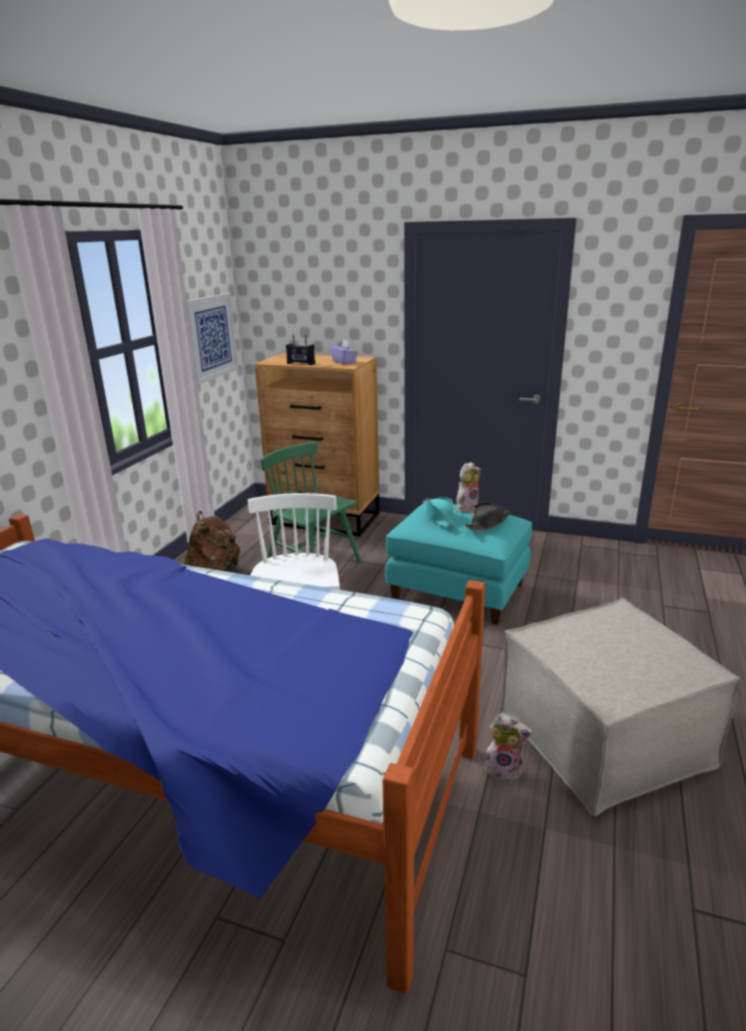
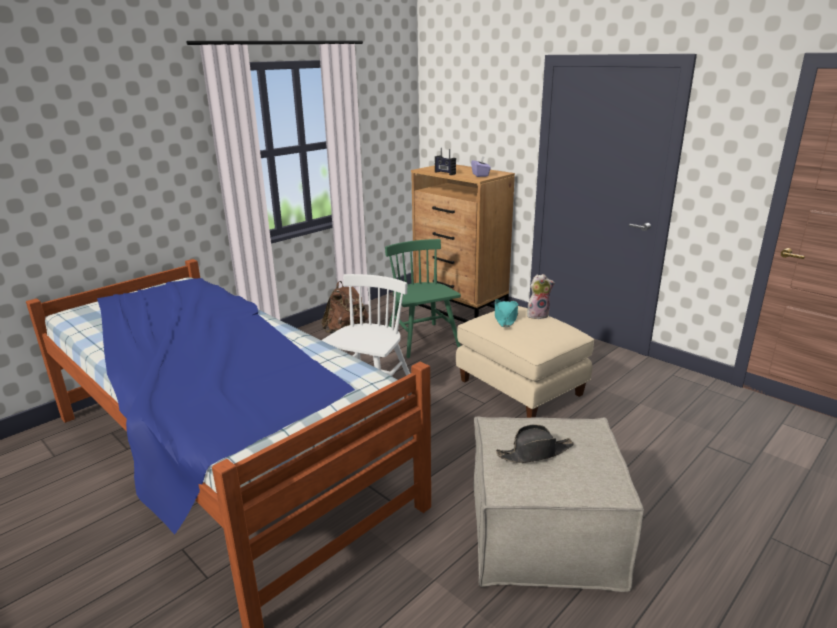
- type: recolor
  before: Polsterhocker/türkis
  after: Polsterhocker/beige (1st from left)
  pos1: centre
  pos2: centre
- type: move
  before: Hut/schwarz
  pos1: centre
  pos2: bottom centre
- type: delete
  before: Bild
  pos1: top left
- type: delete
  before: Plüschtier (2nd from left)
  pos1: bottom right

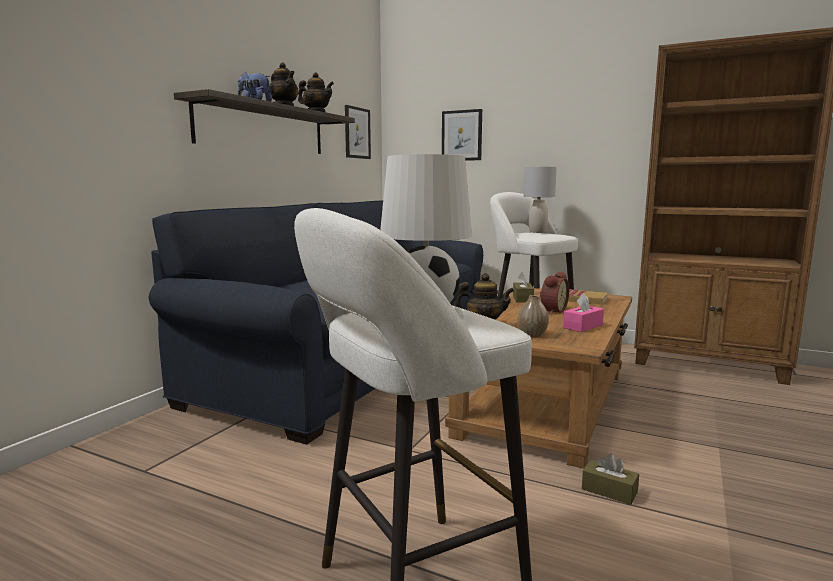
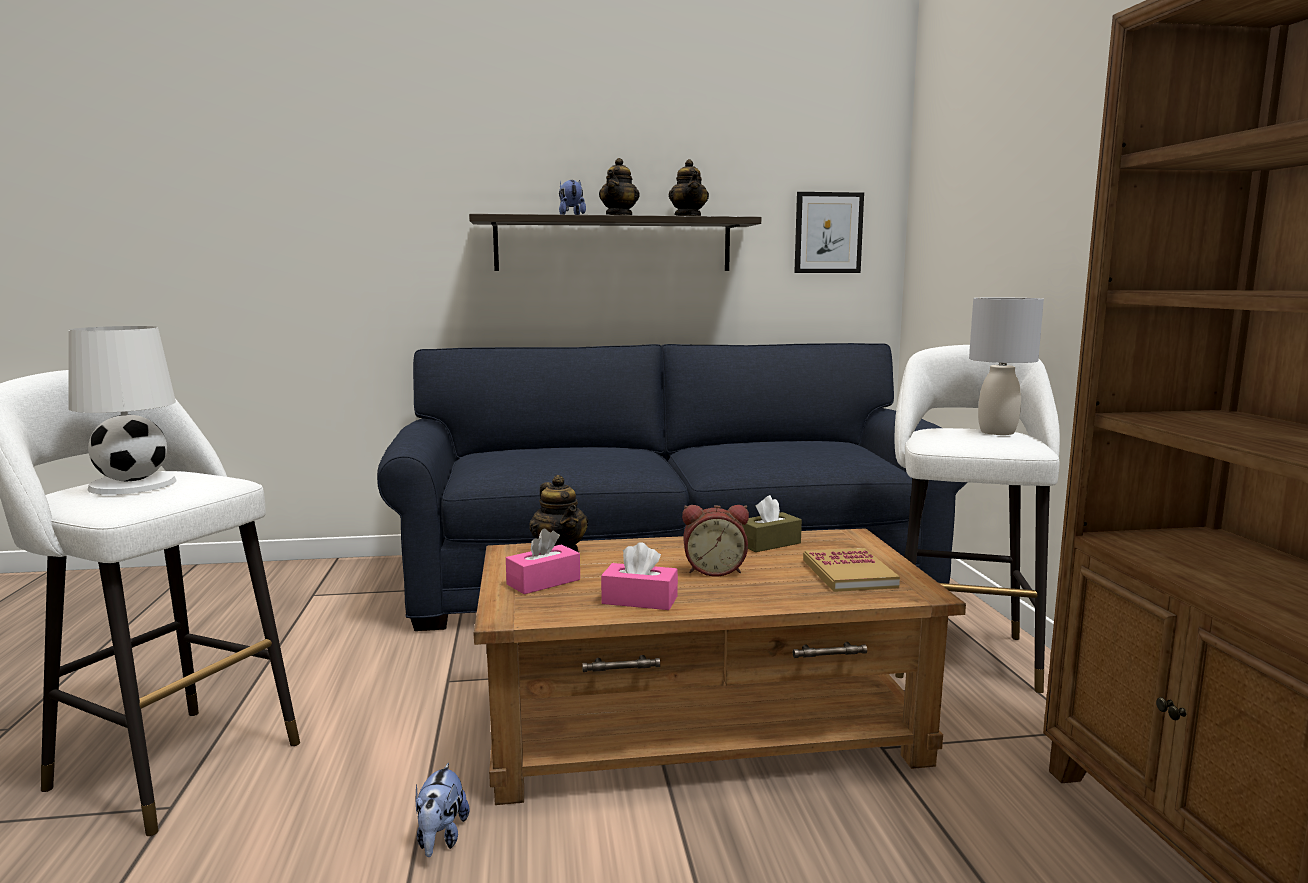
- type: replace
  before: Taschentuchbox/braun (2nd from left)
  after: Plüschtier (1st from left)
  pos1: bottom right
  pos2: bottom centre
- type: replace
  before: Vase
  after: Taschentuchbox/rosa (1st from left)
  pos1: centre
  pos2: centre
- type: delete
  before: Bild (2nd from left)
  pos1: top centre

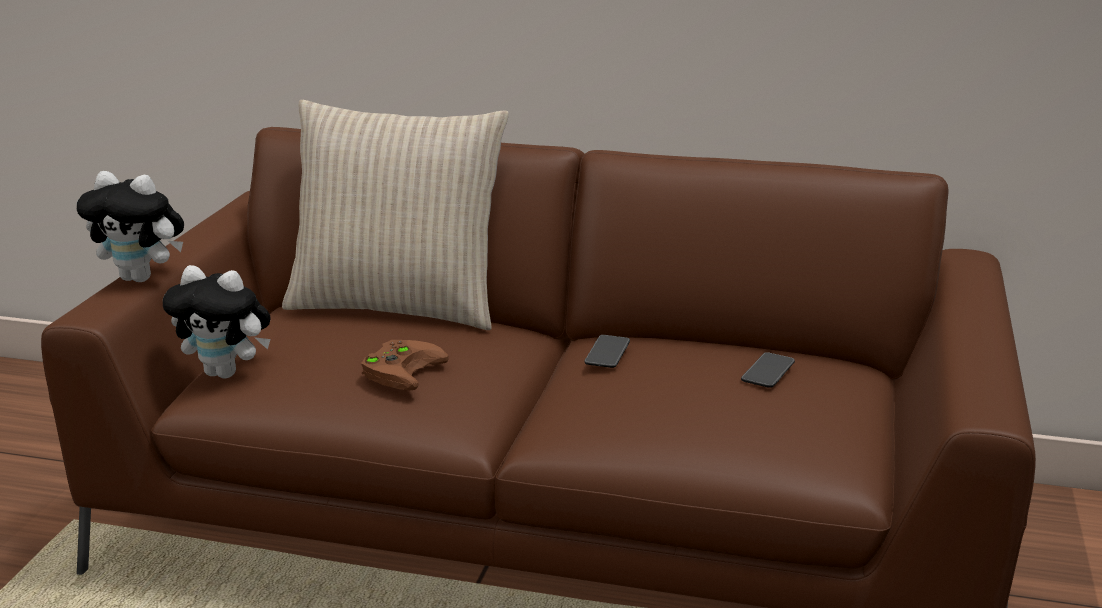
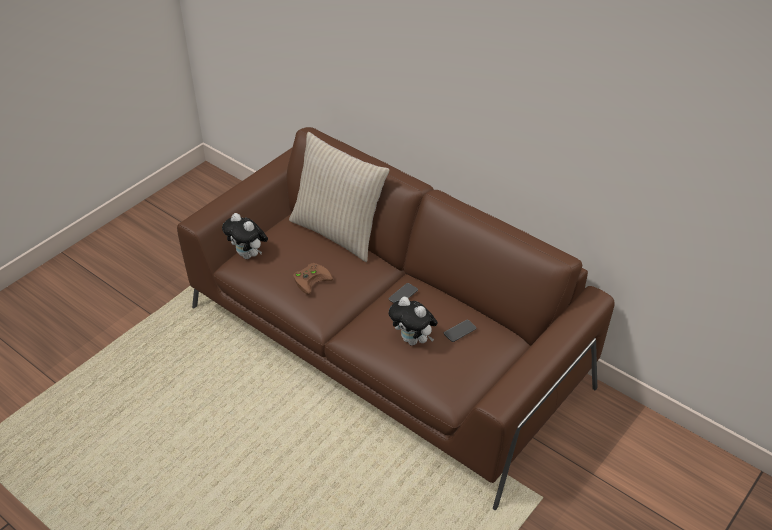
- type: move
  before: Plüschtier (1st from left in the first image)
  after: Plüschtier (2nd from left)
  pos1: middle left
  pos2: centre

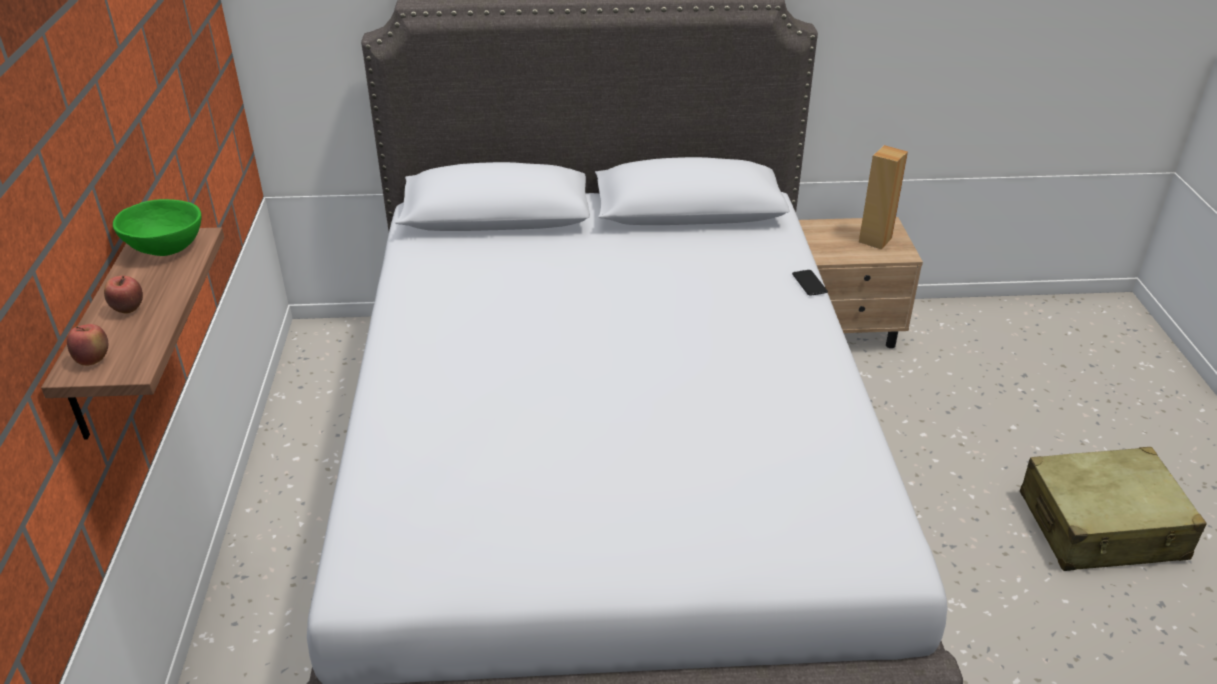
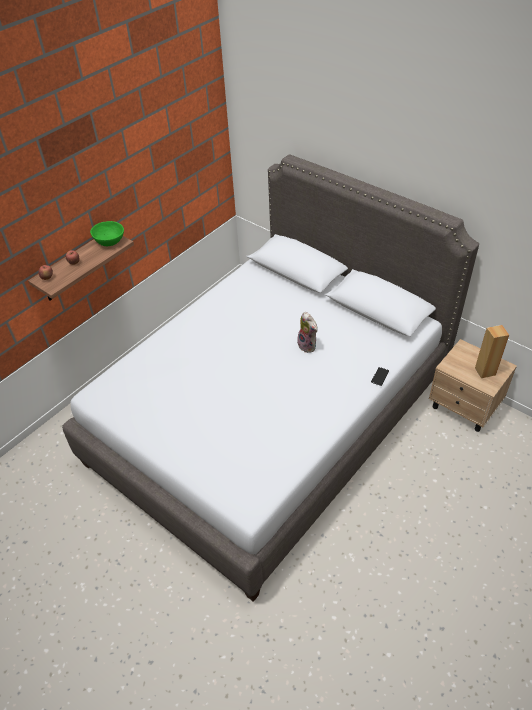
- type: insert
  after: Plüschtier
  pos2: centre
- type: delete
  before: Koffer/beige
  pos1: bottom right

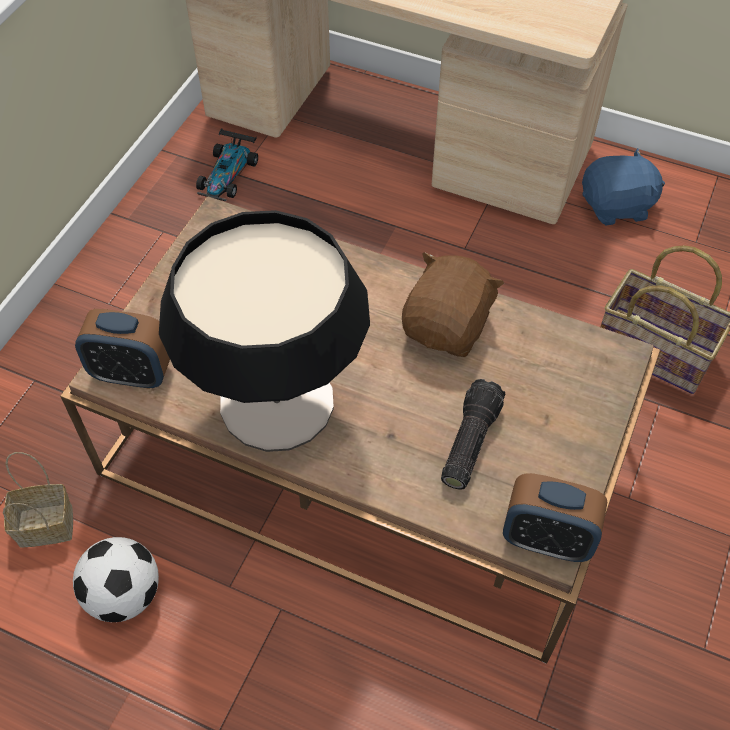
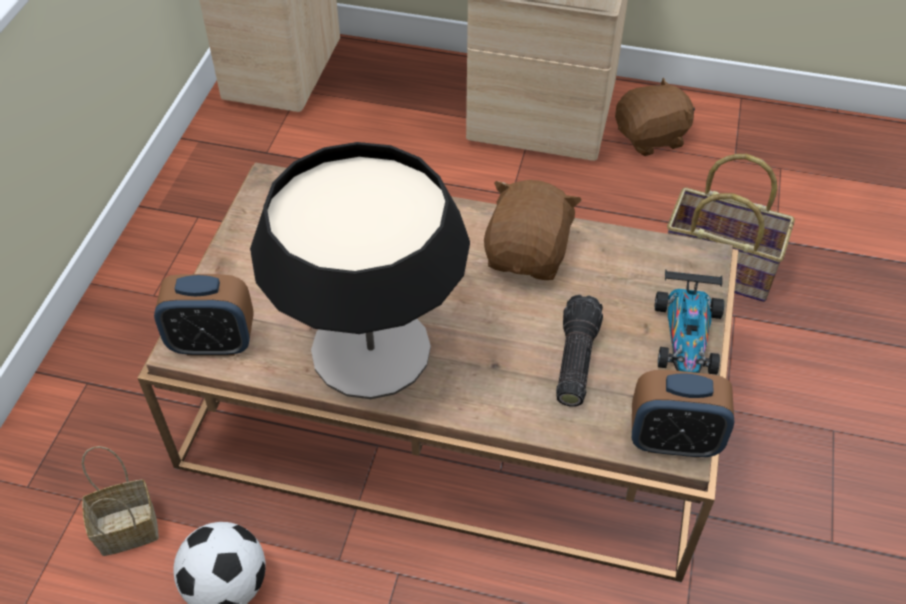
- type: recolor
  before: Plüschtier/blau
  after: Plüschtier/braun (2nd from left)
  pos1: top right
  pos2: top right
- type: move
  before: Spielzeugauto
  pos1: top left
  pos2: middle right

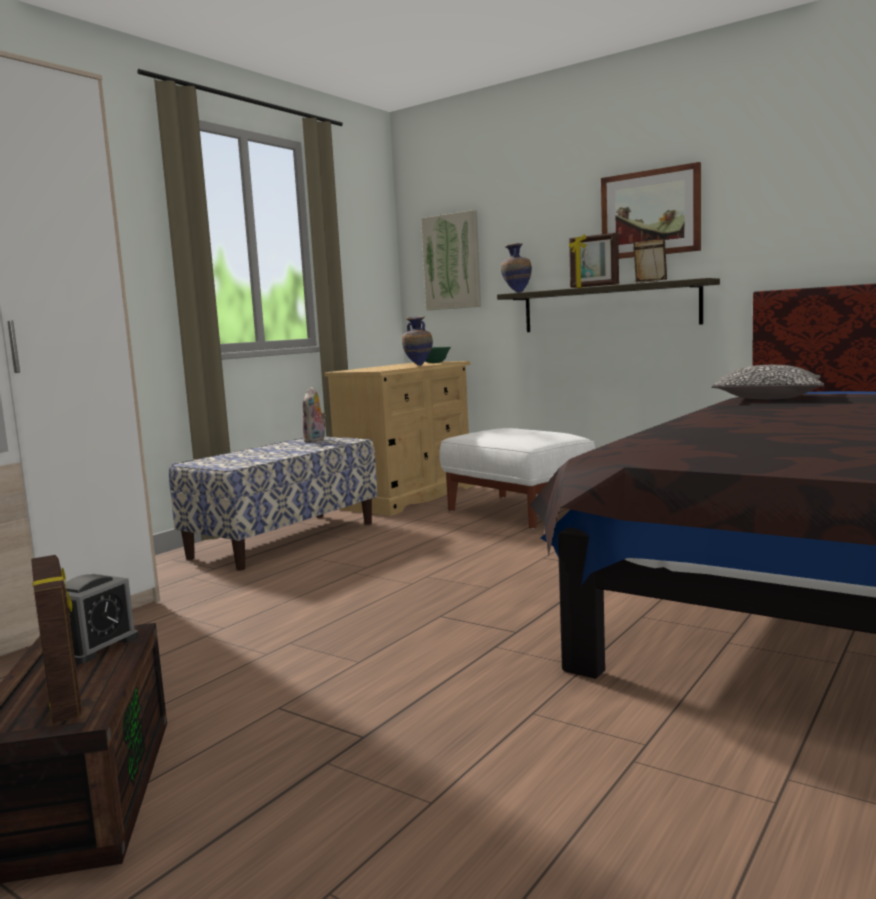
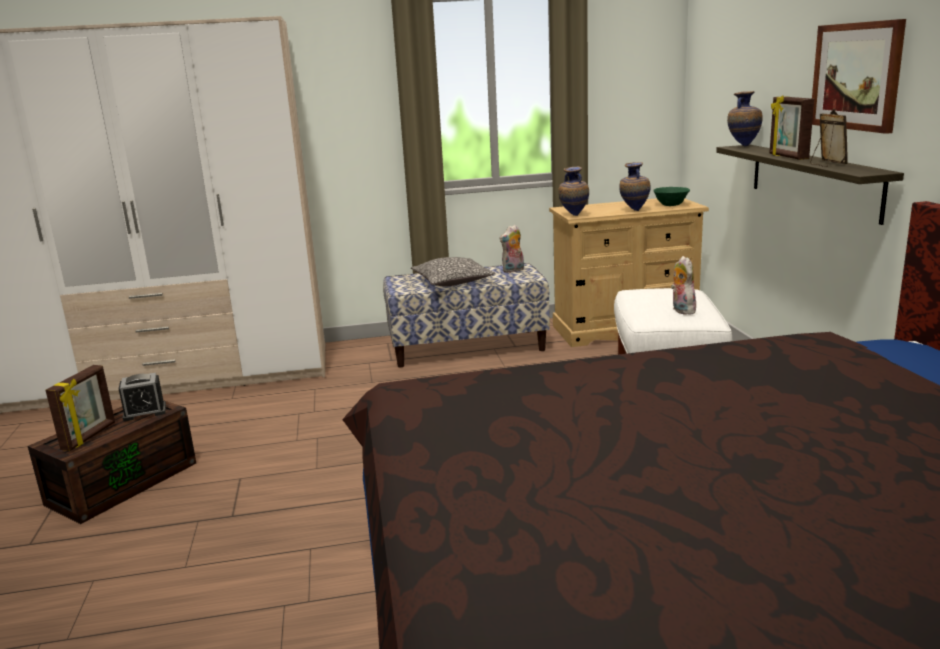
- type: move
  before: Kissen
  pos1: middle right
  pos2: centre
- type: insert
  after: Vase (1st from left)
  pos2: top centre
- type: insert
  after: Plüschtier (2nd from left)
  pos2: middle right
- type: delete
  before: Bild (1st from left)
  pos1: top centre

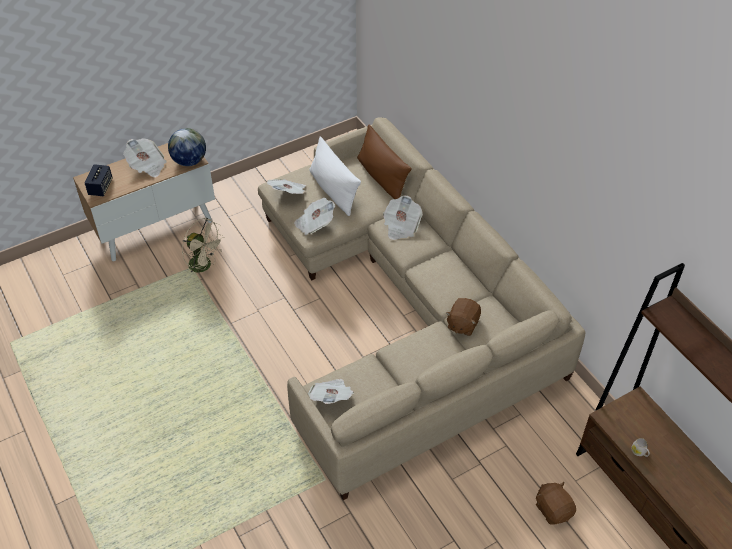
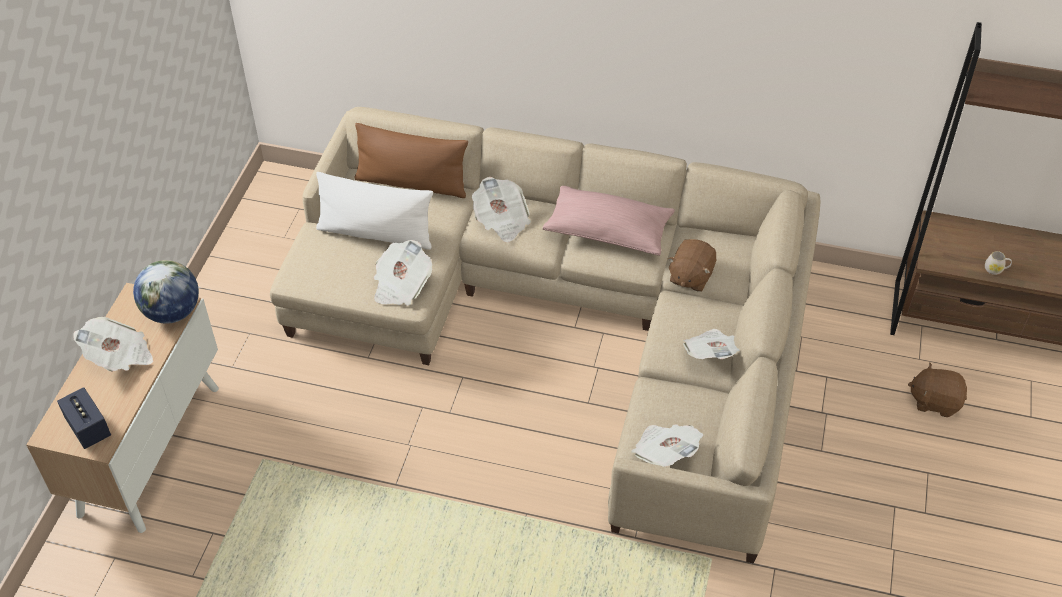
- type: insert
  after: Kissen/rosa
  pos2: centre
- type: rotate
  before: Plüschtier/braun (1st from left)
  pos1: centre
  pos2: centre
  turn: 45
- type: move
  before: Zeitung (2nd from left in the first image)
  after: Zeitung (5th from left)
  pos1: centre
  pos2: middle right
- type: delete
  before: Ventilator/beige
  pos1: middle left

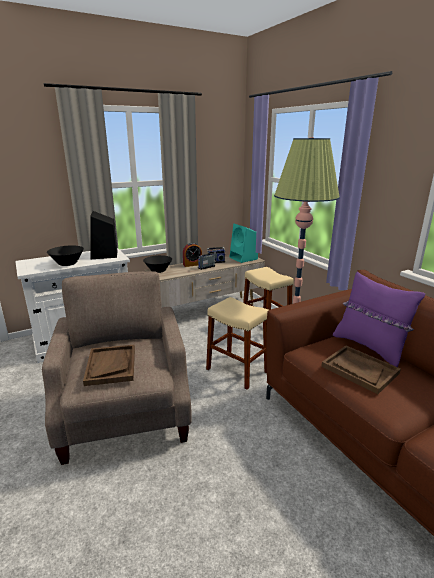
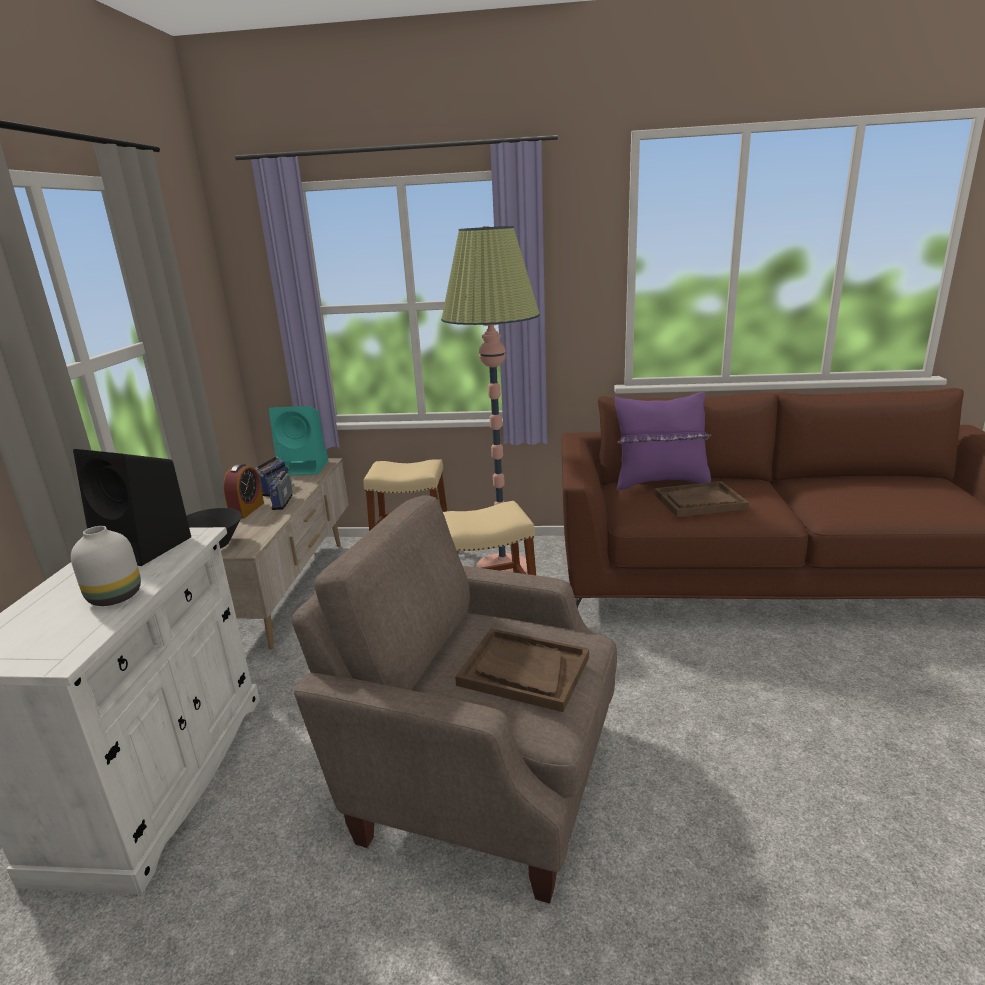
- type: replace
  before: Schüssel/schwarz (1st from left)
  after: Vase/weiß
  pos1: middle left
  pos2: middle left

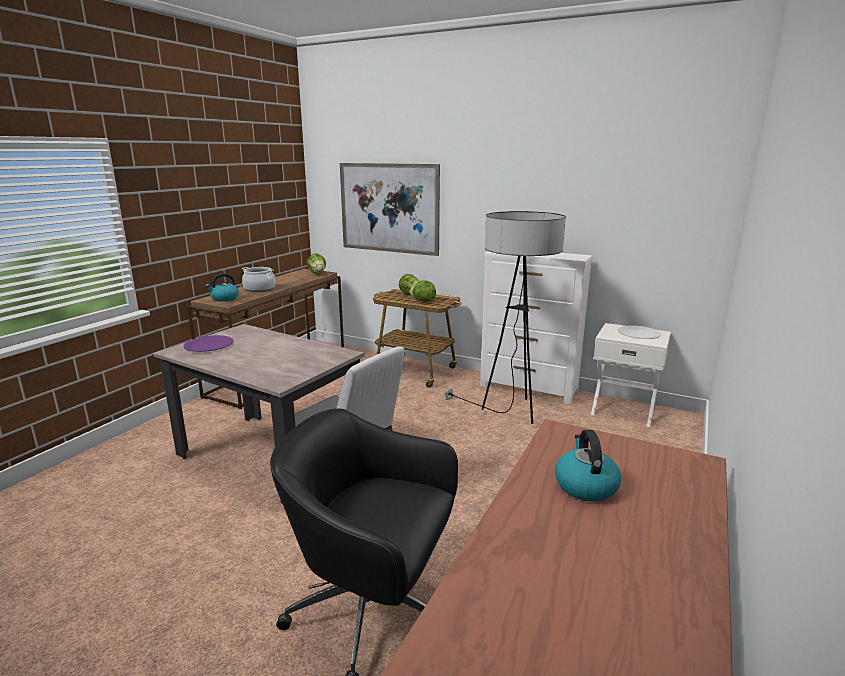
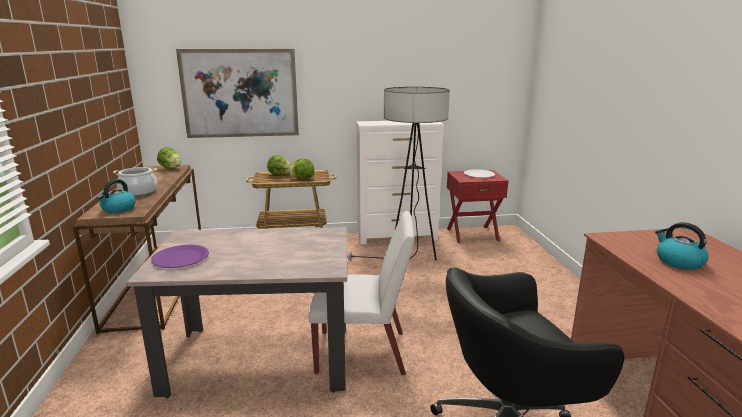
- type: recolor
  before: Nachttisch/weiß
  after: Nachttisch/rot
  pos1: middle right
  pos2: centre

